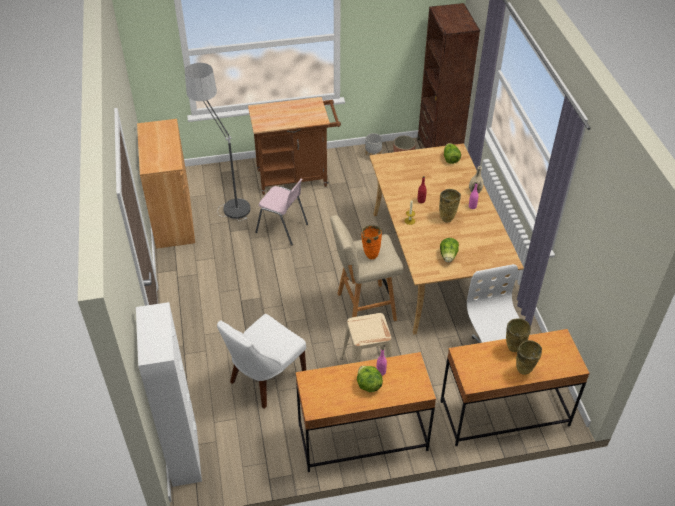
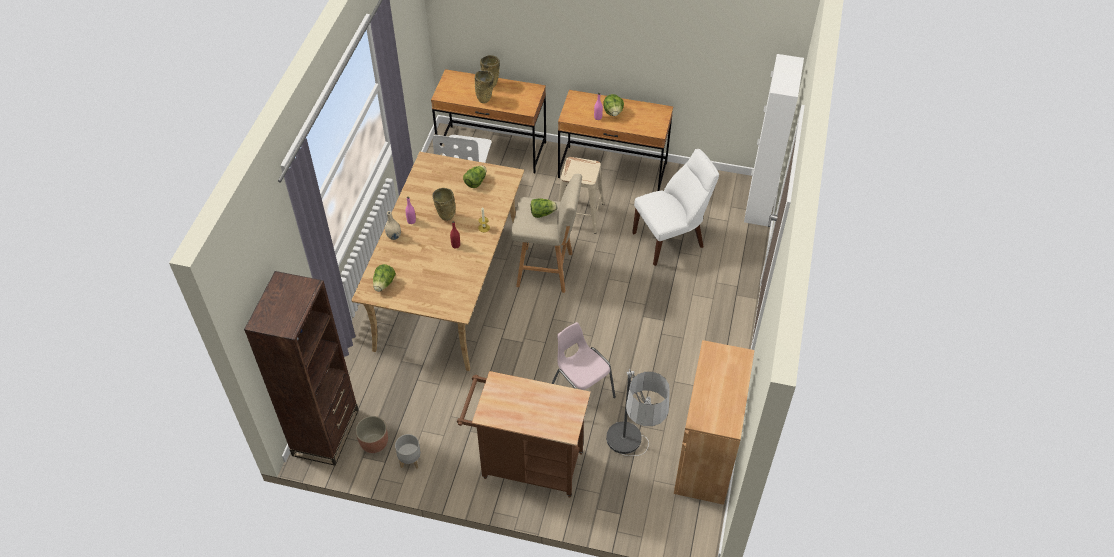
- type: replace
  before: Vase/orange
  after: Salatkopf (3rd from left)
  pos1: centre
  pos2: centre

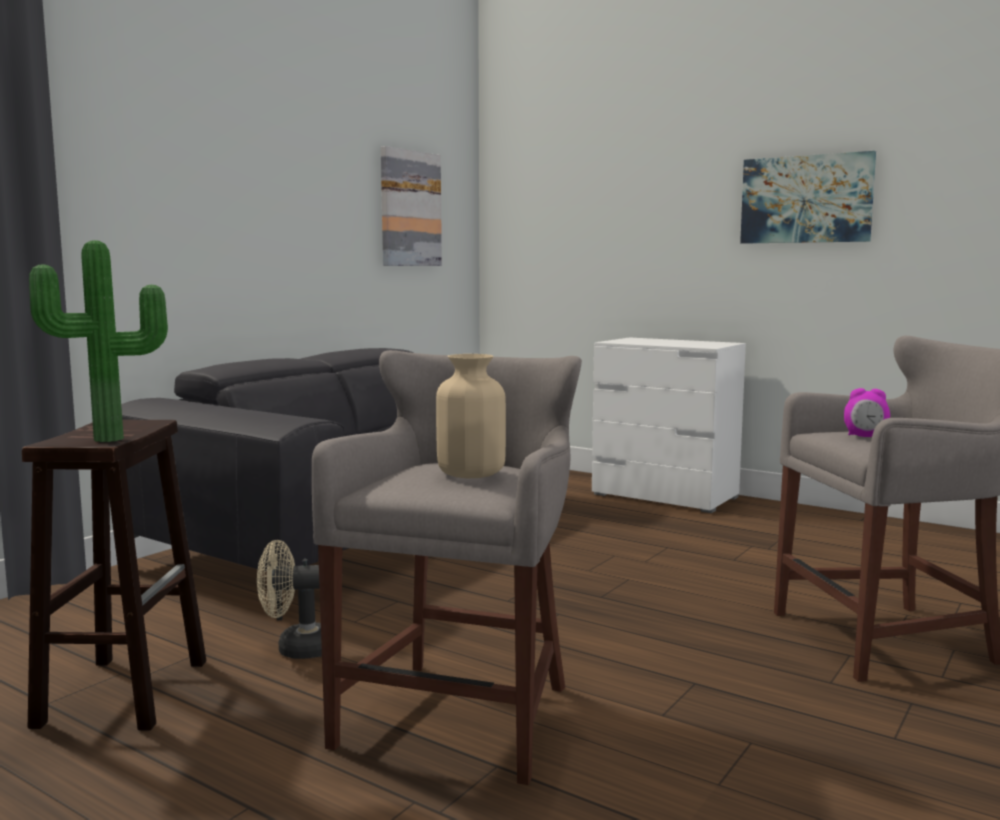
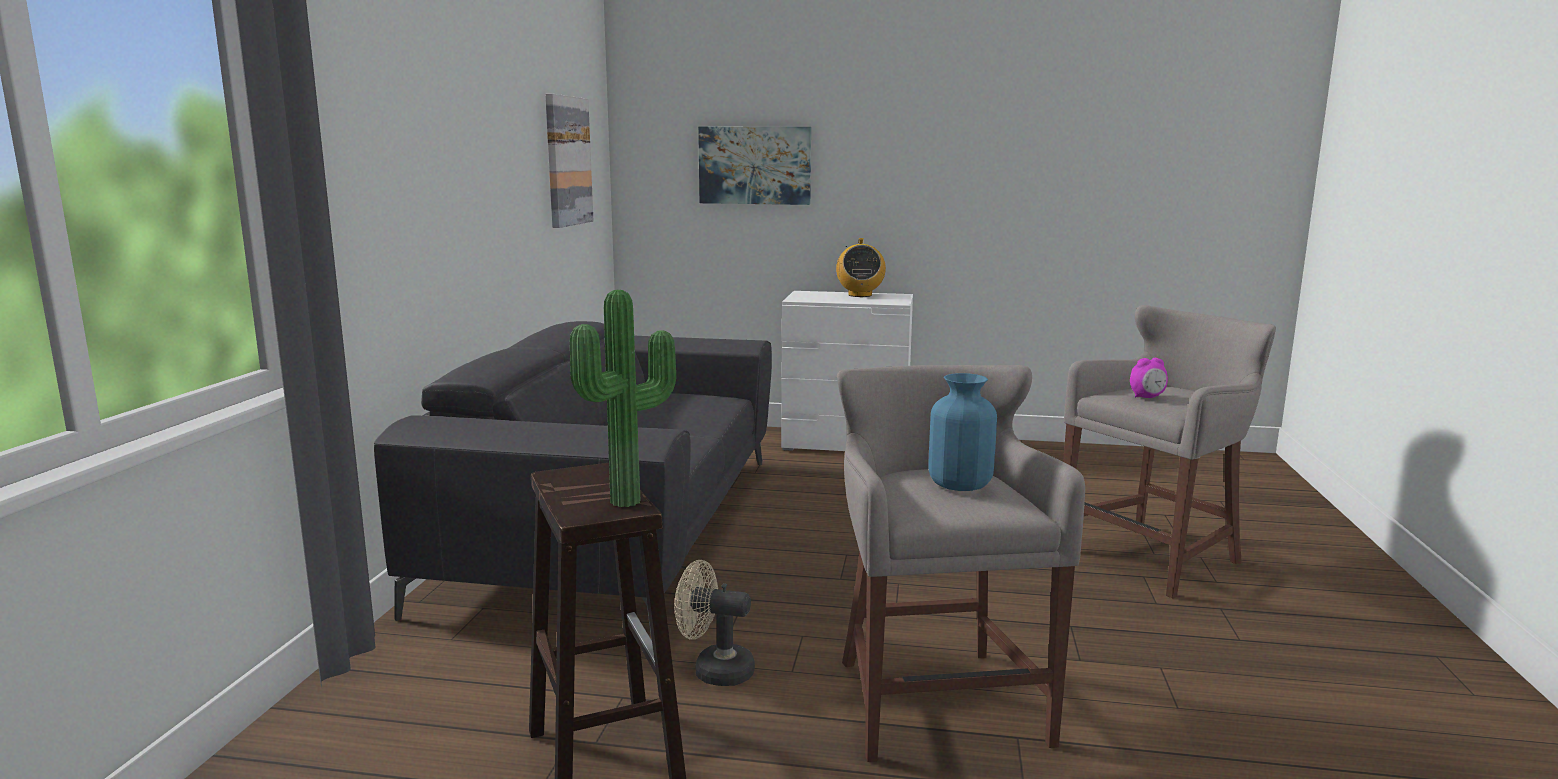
- type: rotate
  before: Ventilator/beige
  pos1: bottom left
  pos2: bottom centre
  turn: 45
- type: move
  before: Bild (2nd from left)
  pos1: top right
  pos2: top centre
- type: insert
  after: Radio
  pos2: centre
- type: recolor
  before: Vase/beige
  after: Vase/blau
  pos1: centre
  pos2: centre

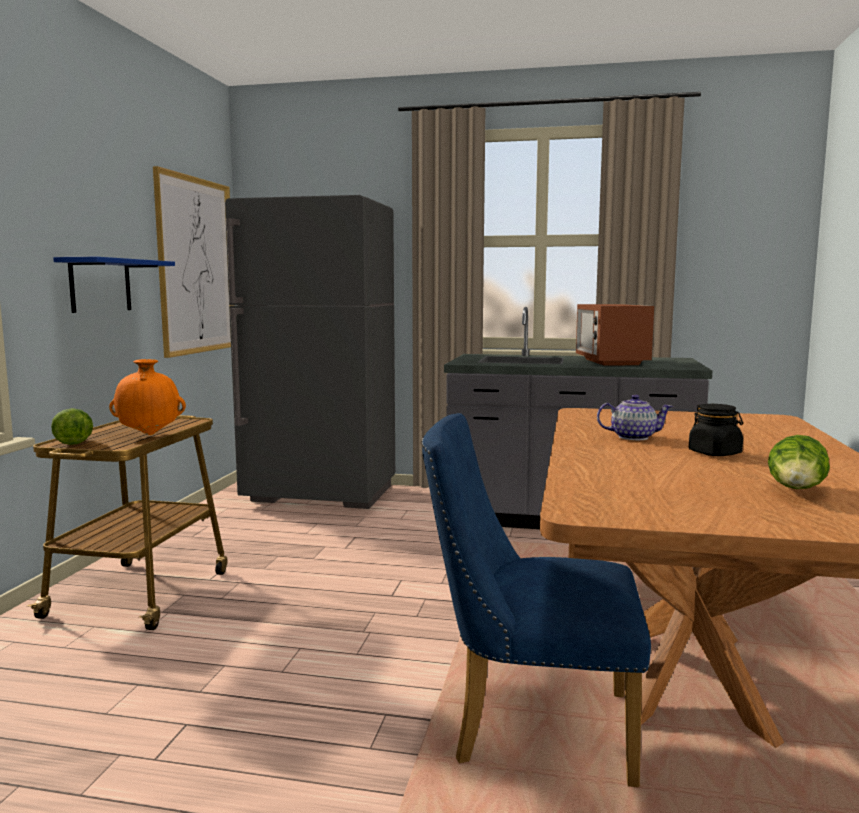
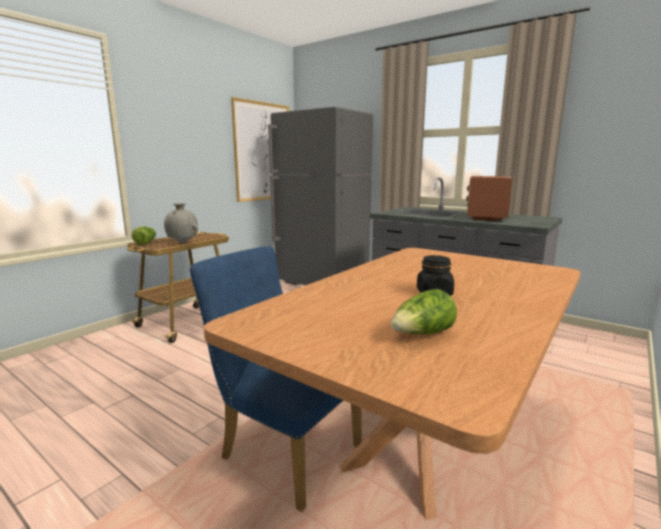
- type: recolor
  before: Vase/orange
  after: Vase/grau
  pos1: middle left
  pos2: middle left
- type: delete
  before: Wandregal/blau
  pos1: middle left
- type: delete
  before: Teekanne
  pos1: middle right

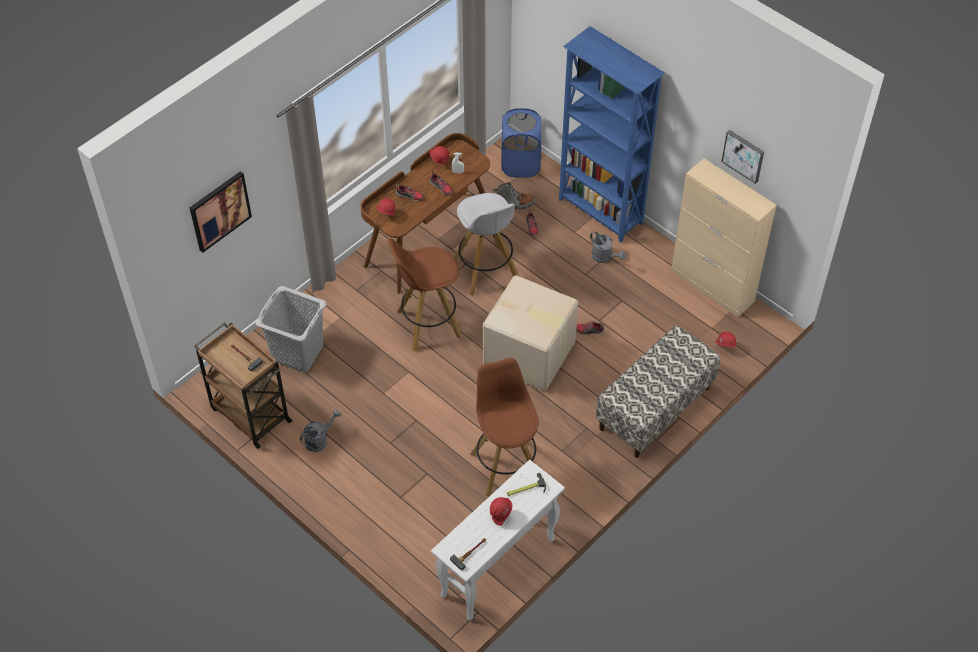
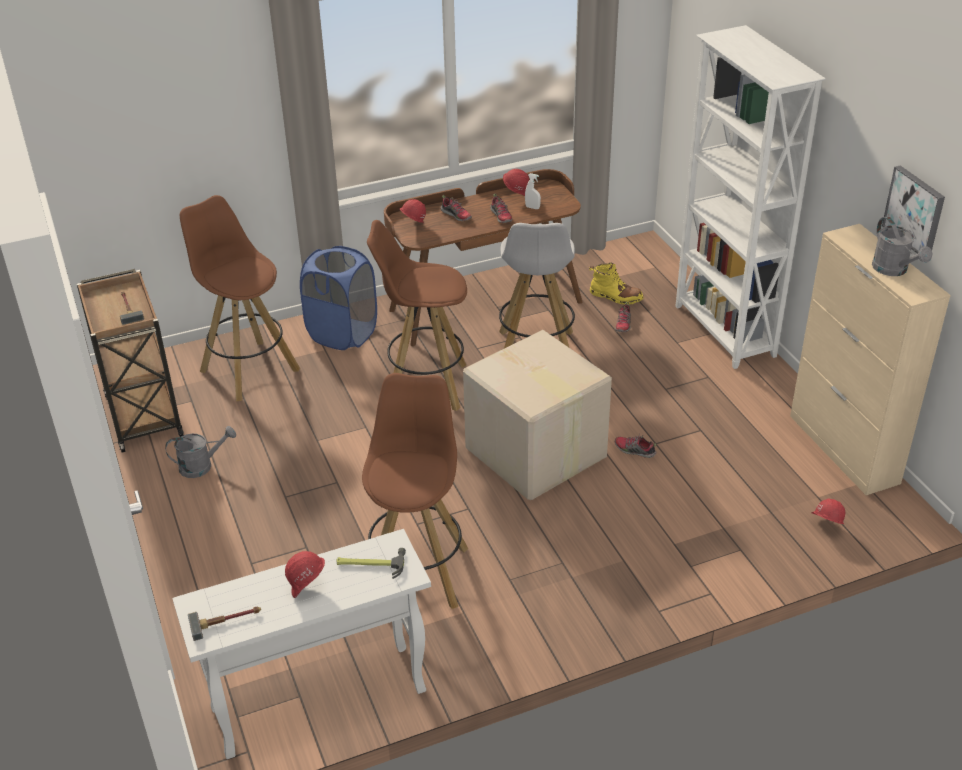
- type: replace
  before: Wäschekorb/grau
  after: Hocker/braun (1st from left)
  pos1: middle left
  pos2: middle left
- type: move
  before: Wäschekorb/blau
  pos1: top centre
  pos2: centre
- type: recolor
  before: Stiefel/grau
  after: Stiefel/gelb
  pos1: top centre
  pos2: centre
- type: recolor
  before: Bücherregal/blau
  after: Bücherregal/weiß
  pos1: top centre
  pos2: top right
- type: move
  before: Gießkanne/grau (2nd from left)
  pos1: centre
  pos2: top right
- type: delete
  before: Bild (1st from left)
  pos1: top left
- type: delete
  before: Bank
  pos1: middle right

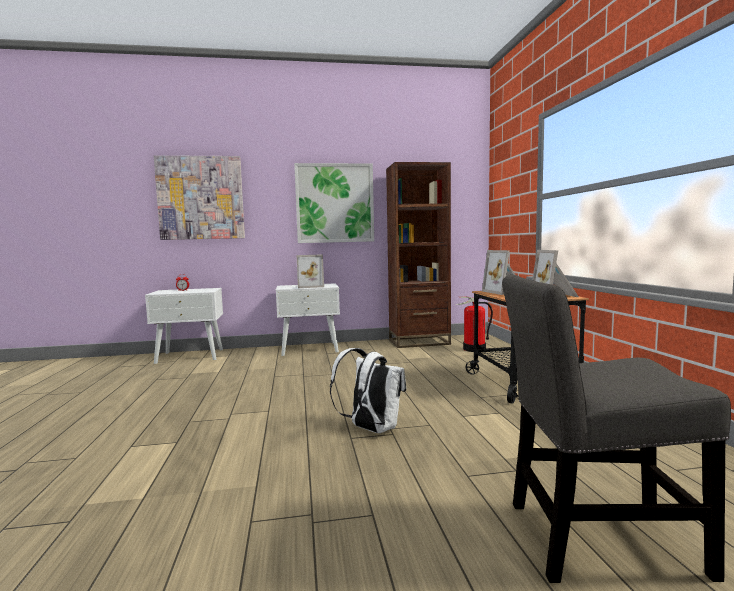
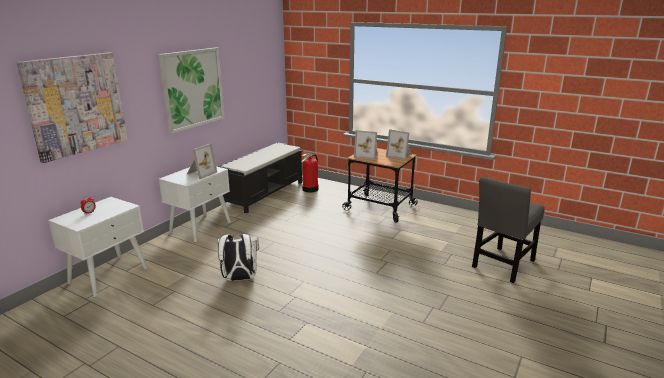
- type: move
  before: Rucksack/weiß
  pos1: centre
  pos2: bottom centre
- type: replace
  before: Bücherregal/braun
  after: Bank/schwarz
  pos1: centre
  pos2: centre

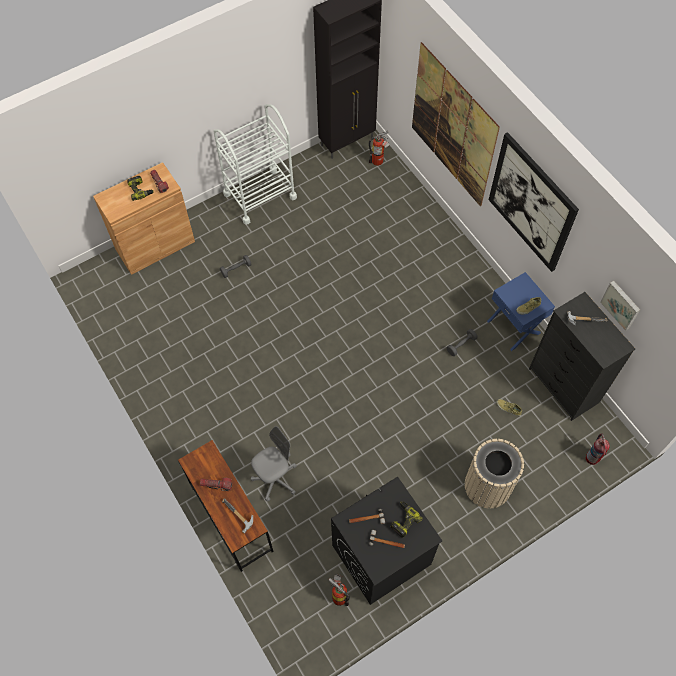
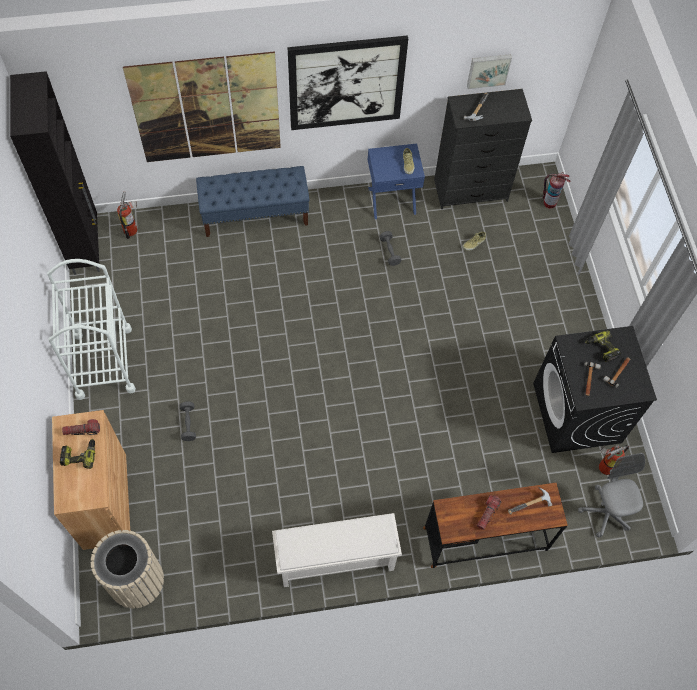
- type: move
  before: Mülleimer/beige
  pos1: bottom right
  pos2: bottom left
- type: insert
  after: Bank/blau
  pos2: top centre
- type: insert
  after: Schuhregal/weiß
  pos2: bottom centre
- type: move
  before: Bürostuhl/grau
  pos1: bottom centre
  pos2: bottom right

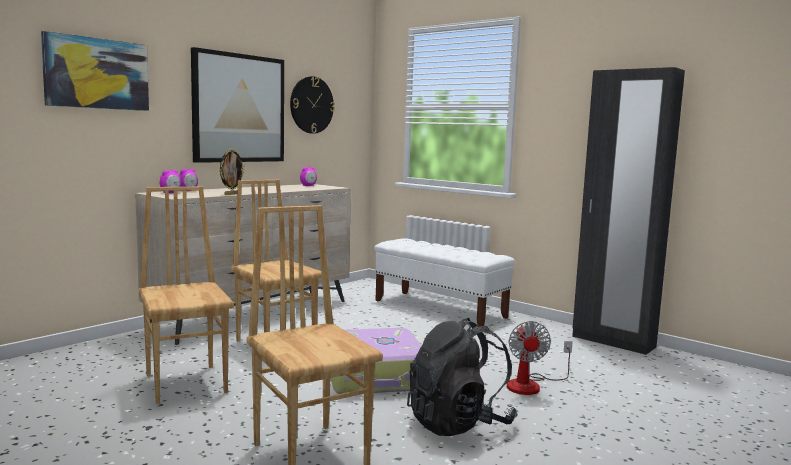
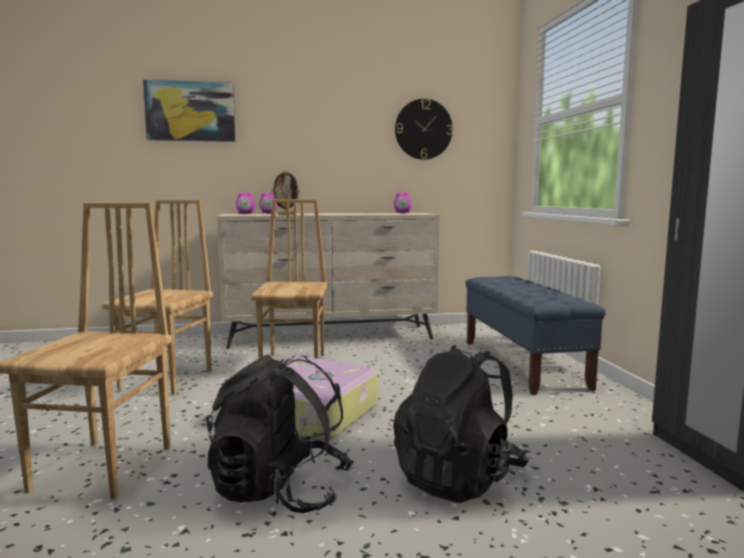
- type: replace
  before: Ventilator
  after: Rucksack/schwarz (2nd from left)
  pos1: bottom right
  pos2: bottom centre
- type: recolor
  before: Bank/weiß
  after: Bank/blau
  pos1: centre
  pos2: middle right
- type: delete
  before: Bild (2nd from left)
  pos1: top left

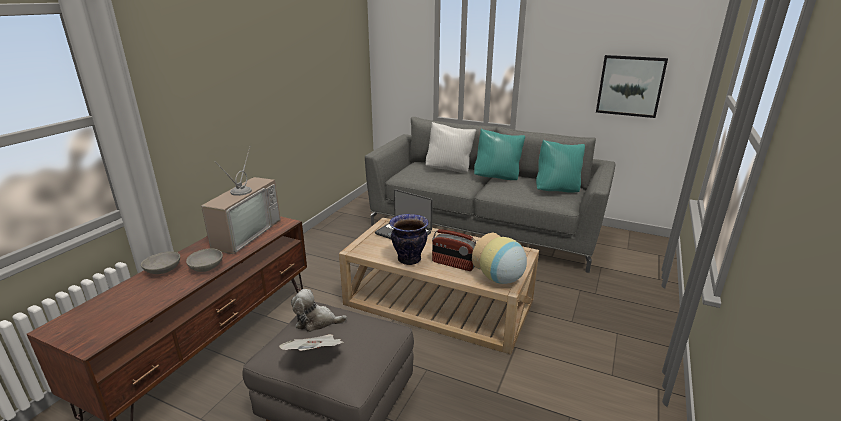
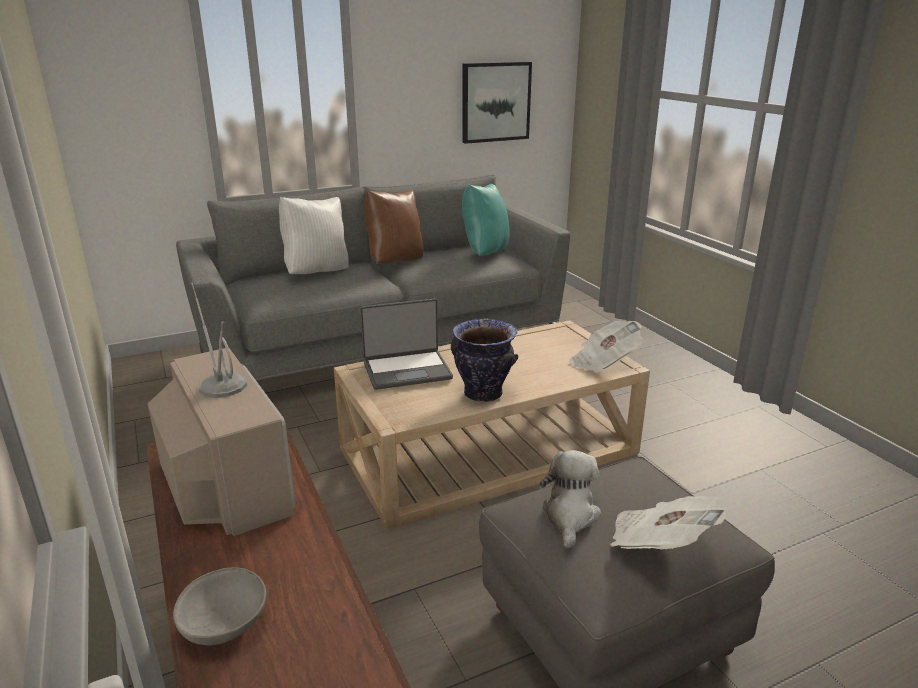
- type: recolor
  before: Kissen/türkis (1st from left)
  after: Kissen/braun
  pos1: centre
  pos2: top centre
- type: rotate
  before: Plüschtier
  pos1: bottom centre
  pos2: bottom centre
  turn: 150
- type: replace
  before: Vase (2nd from left)
  after: Zeitung (1st from left)
  pos1: centre
  pos2: centre
- type: delete
  before: Schüssel/grau (2nd from left)
  pos1: middle left
- type: delete
  before: Radio
  pos1: centre

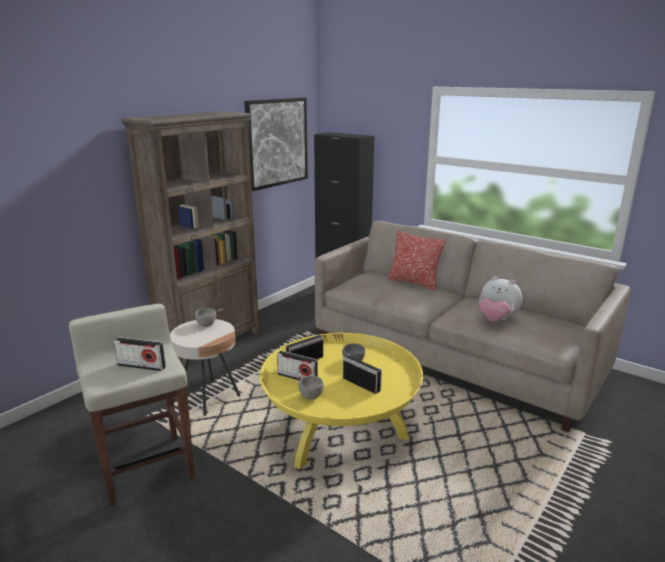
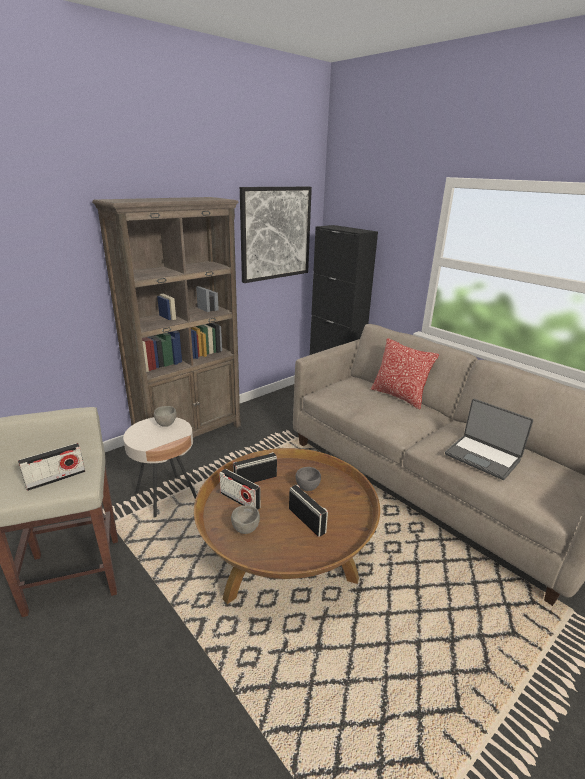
- type: rotate
  before: Radio (1st from left)
  pos1: middle left
  pos2: middle left
  turn: -60
- type: recolor
  before: Couchtisch/gelb
  after: Couchtisch/braun
  pos1: bottom centre
  pos2: bottom centre
- type: replace
  before: Plüschtier
  after: Laptop
  pos1: middle right
  pos2: middle right

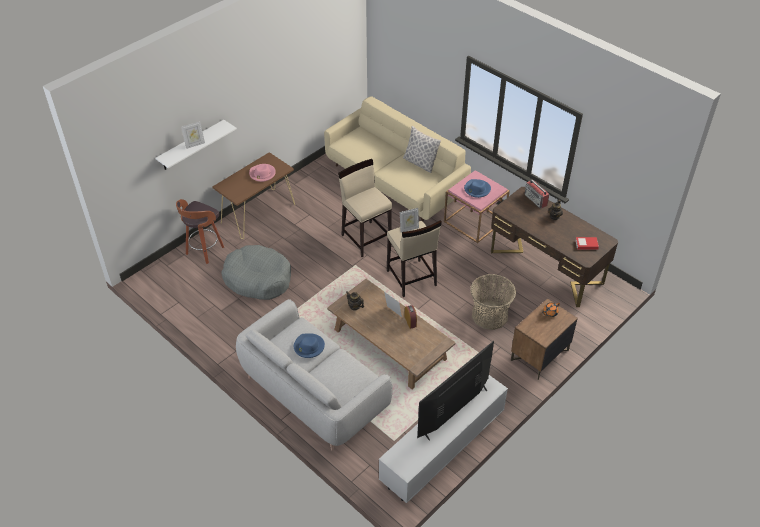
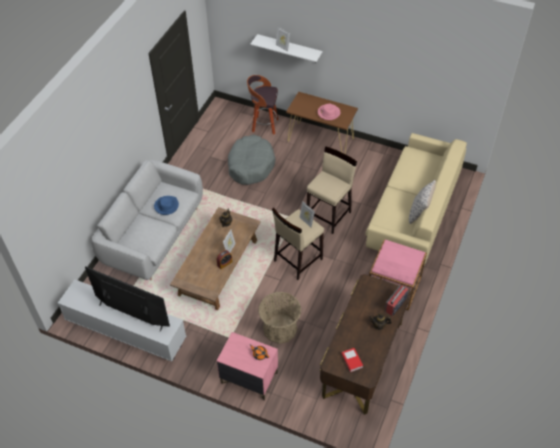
- type: recolor
  before: Nachttisch/braun
  after: Nachttisch/rosa
  pos1: middle right
  pos2: bottom centre
- type: delete
  before: Hut/blau (2nd from left)
  pos1: centre

